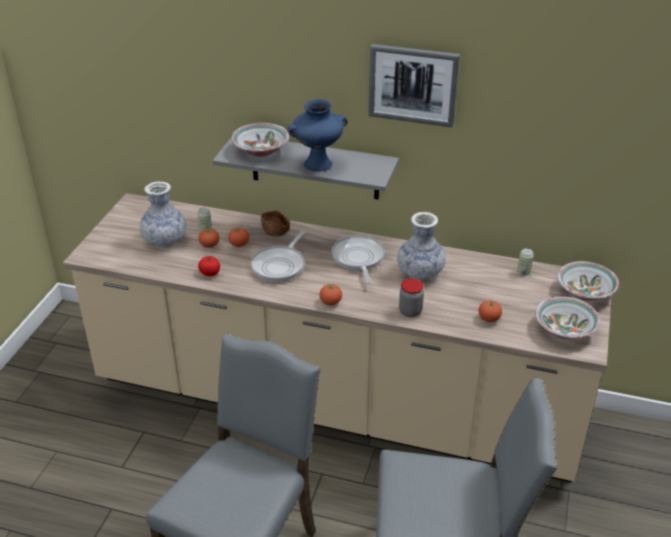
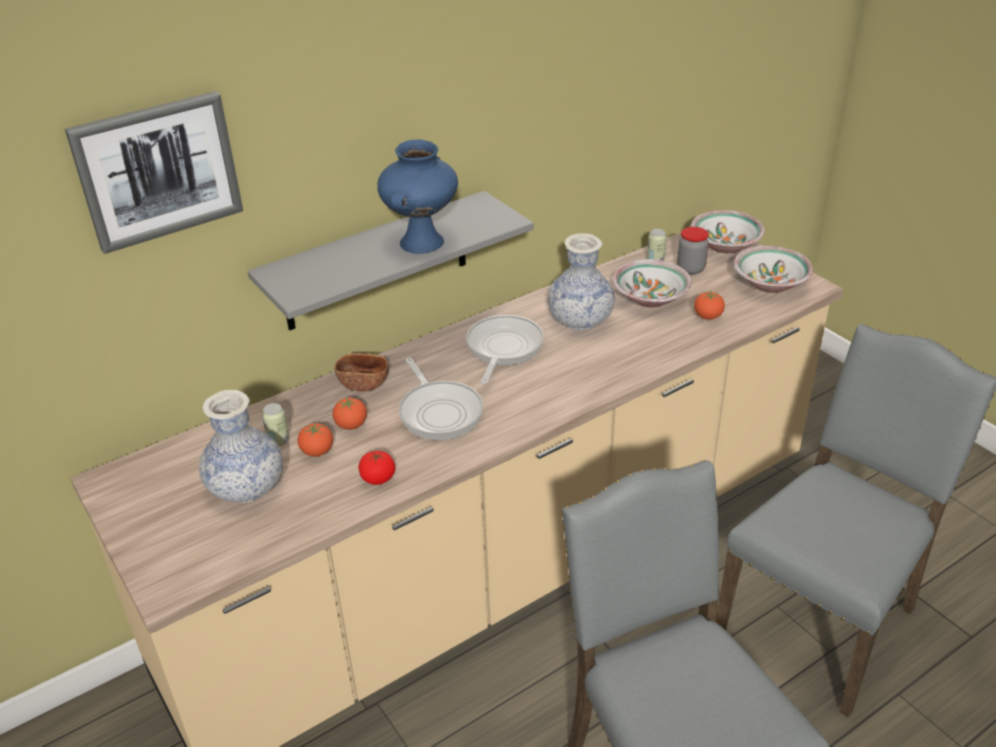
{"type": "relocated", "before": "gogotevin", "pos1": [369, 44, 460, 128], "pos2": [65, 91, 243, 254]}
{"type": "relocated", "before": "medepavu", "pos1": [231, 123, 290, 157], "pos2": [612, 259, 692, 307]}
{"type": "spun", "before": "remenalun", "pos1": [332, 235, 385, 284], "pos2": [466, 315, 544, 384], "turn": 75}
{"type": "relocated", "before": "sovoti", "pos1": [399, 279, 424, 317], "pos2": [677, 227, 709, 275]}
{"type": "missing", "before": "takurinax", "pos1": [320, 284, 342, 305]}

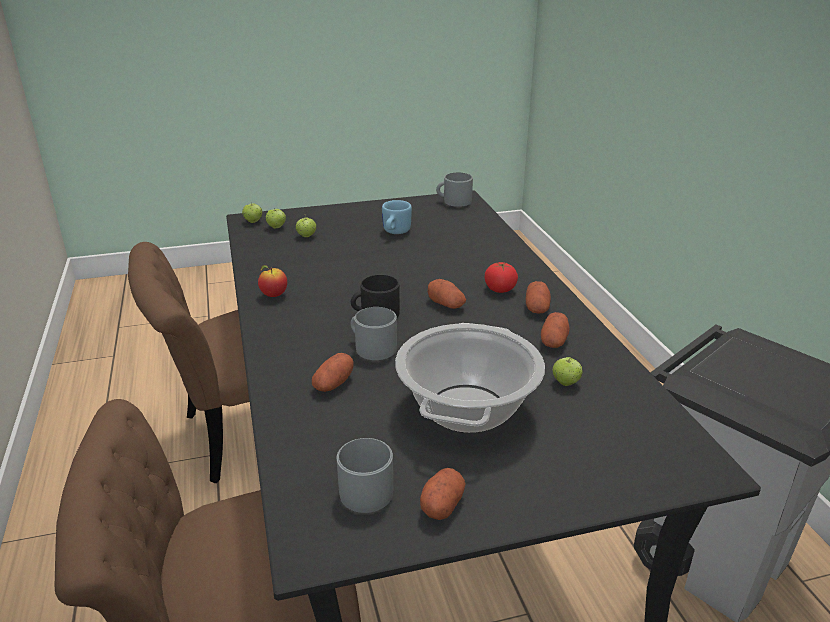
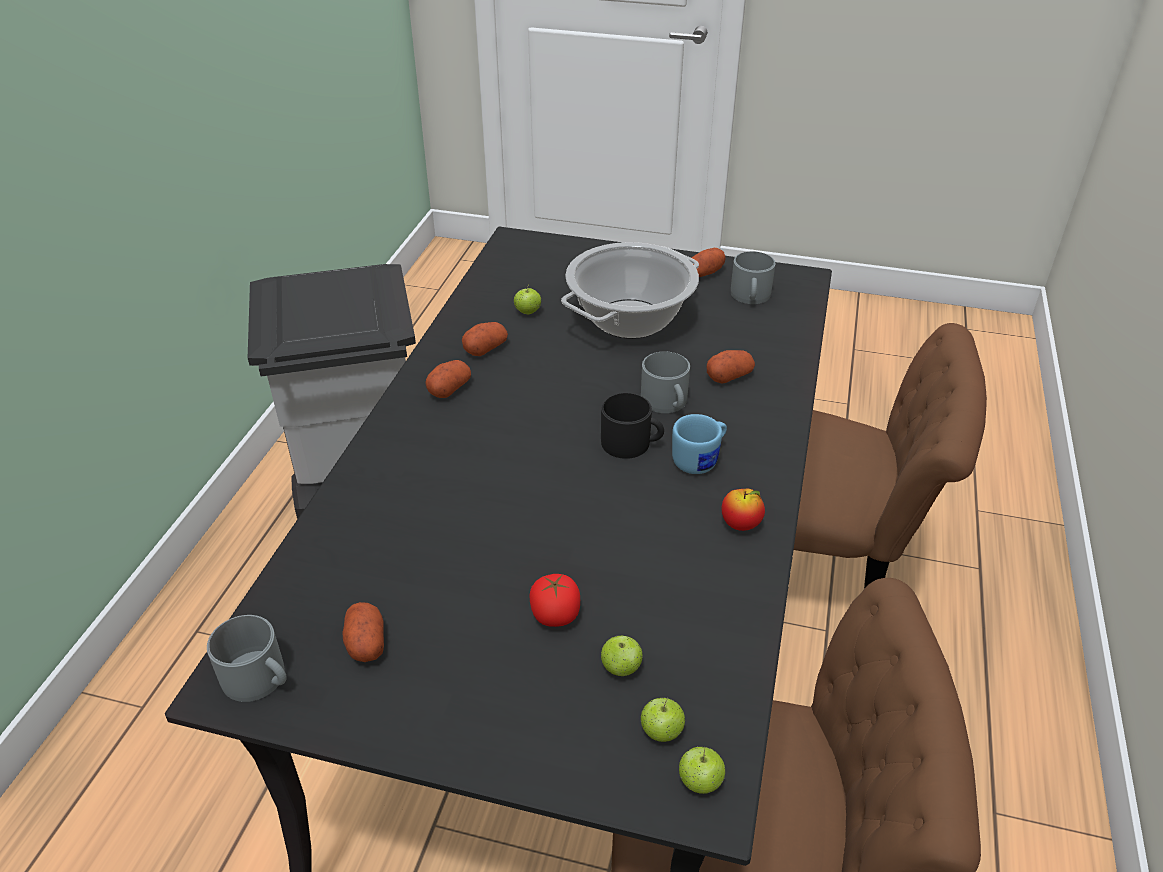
{"type": "relocated", "before": "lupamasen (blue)", "pos1": [382, 200, 412, 234], "pos2": [672, 414, 727, 474]}
{"type": "relocated", "before": "takurinax", "pos1": [485, 262, 518, 293], "pos2": [530, 574, 580, 627]}
{"type": "relocated", "before": "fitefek", "pos1": [428, 279, 466, 309], "pos2": [342, 602, 384, 662]}

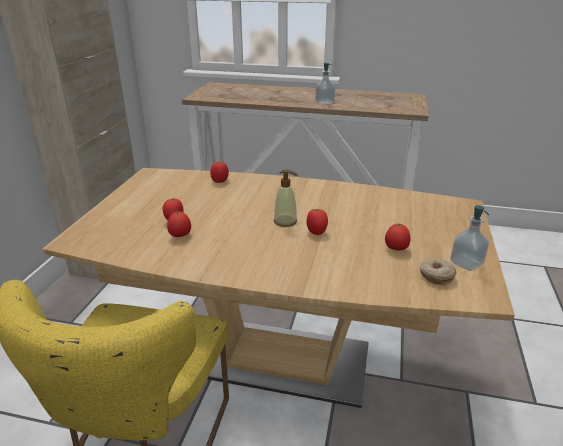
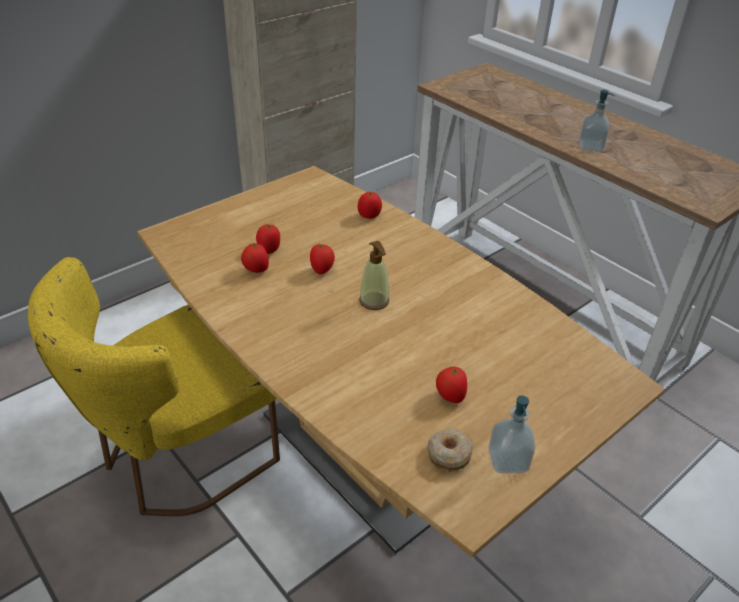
{"type": "relocated", "before": "takurinax", "pos1": [307, 209, 328, 235], "pos2": [310, 243, 335, 275]}

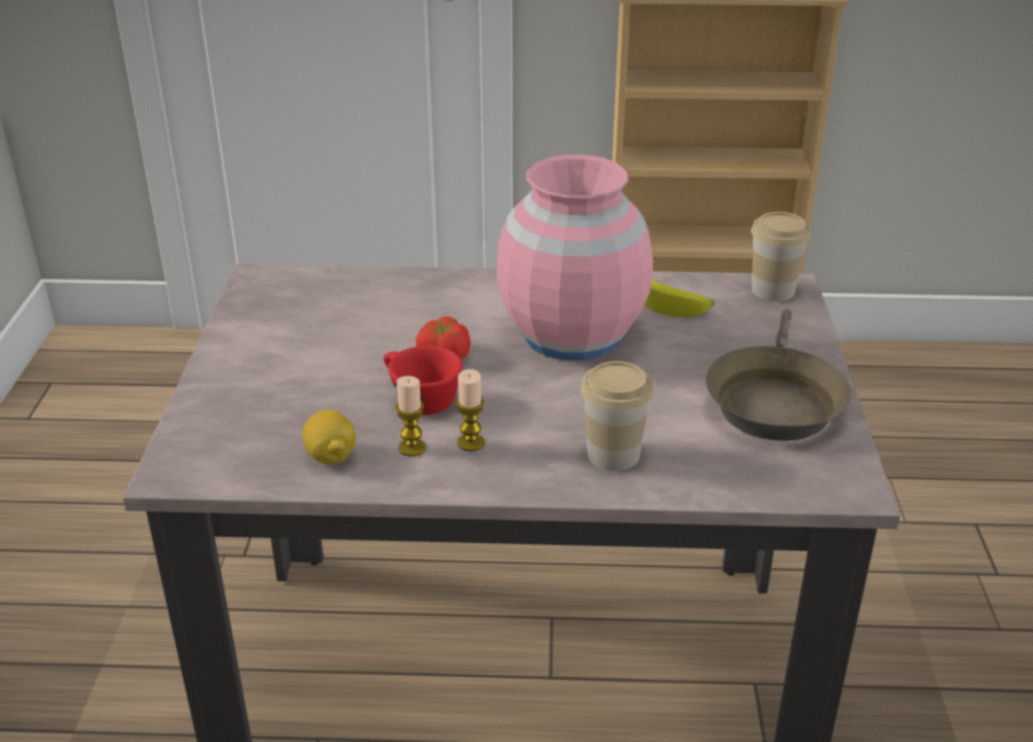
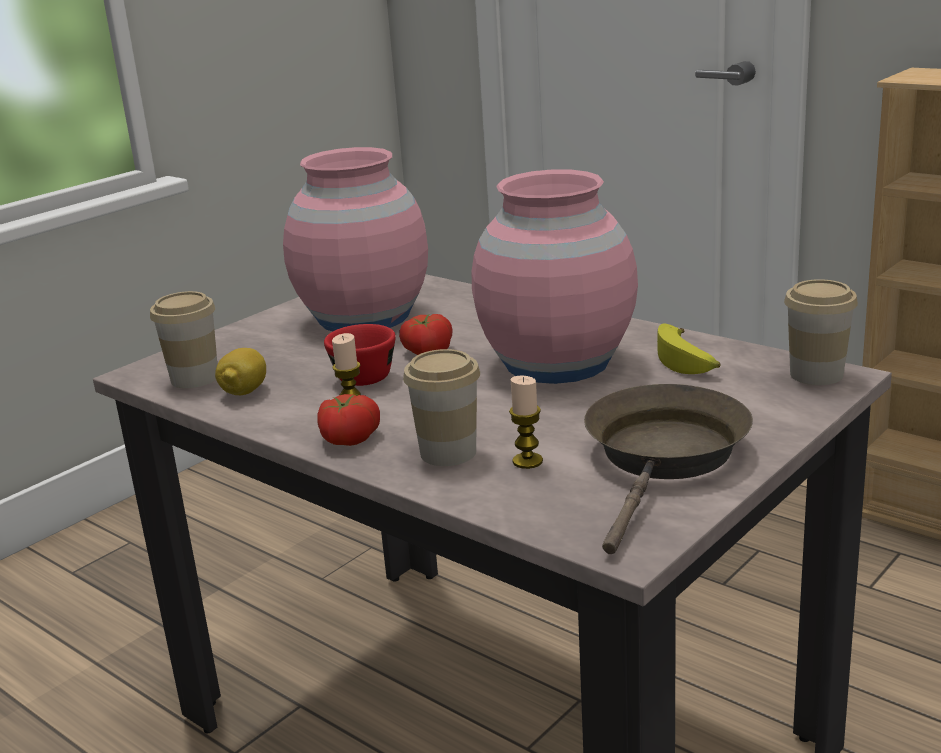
{"type": "spun", "before": "remenalun (brown)", "pos1": [706, 309, 852, 441], "pos2": [584, 384, 753, 554], "turn": 150}
{"type": "relocated", "before": "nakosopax", "pos1": [396, 376, 426, 457], "pos2": [509, 376, 543, 469]}
{"type": "appeared", "after": "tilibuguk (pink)", "pos2": [283, 147, 428, 331]}
{"type": "appeared", "after": "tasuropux", "pos2": [150, 291, 217, 388]}
{"type": "appeared", "after": "takurinax", "pos2": [317, 394, 380, 446]}

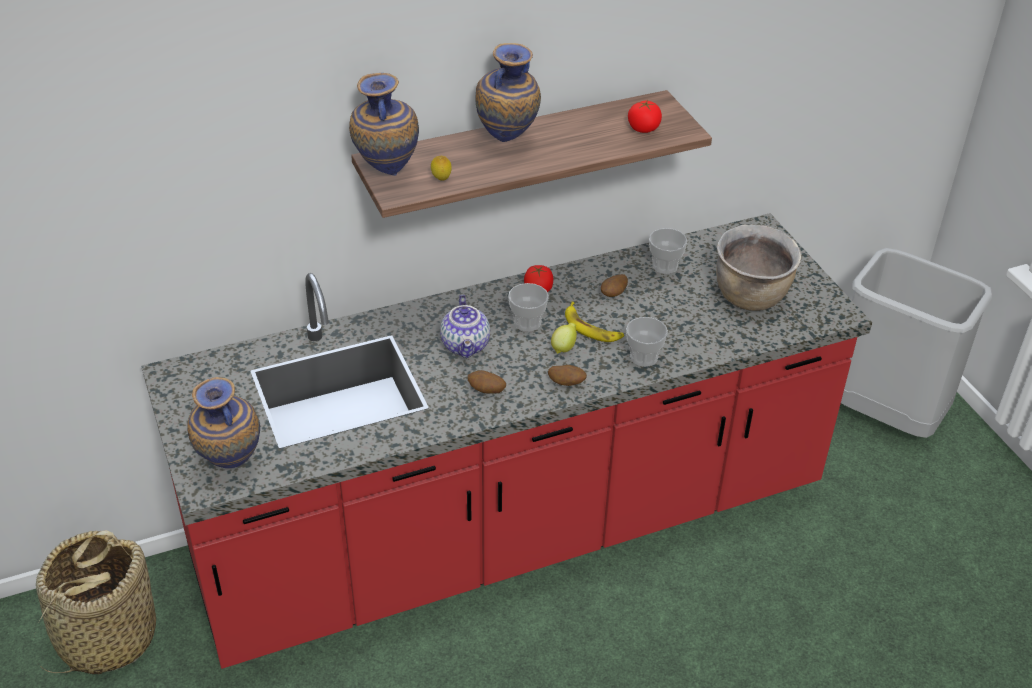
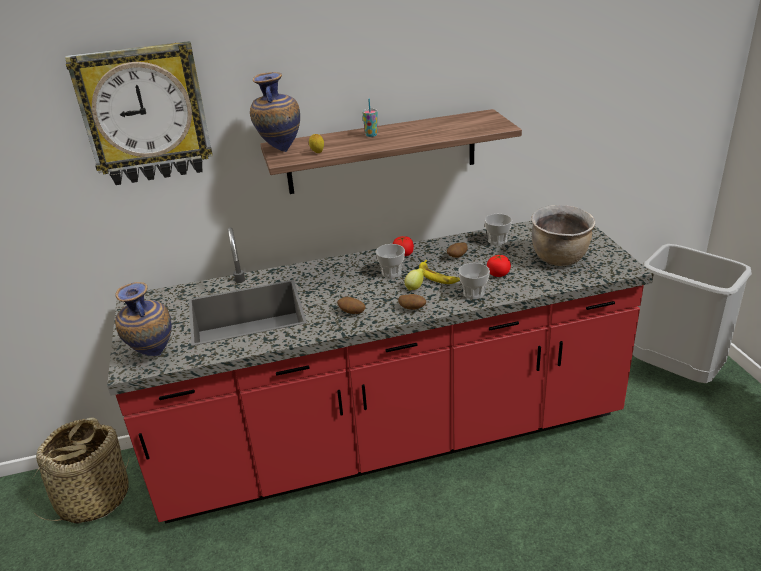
{"type": "exchanged", "before": "tilibuguk", "after": "tasuropux", "pos1": [475, 43, 541, 142], "pos2": [362, 99, 378, 137]}
{"type": "relocated", "before": "takurinax", "pos1": [628, 100, 662, 133], "pos2": [487, 254, 511, 277]}
{"type": "missing", "before": "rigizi", "pos1": [440, 294, 490, 358]}
{"type": "appeared", "after": "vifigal", "pos2": [65, 41, 213, 185]}

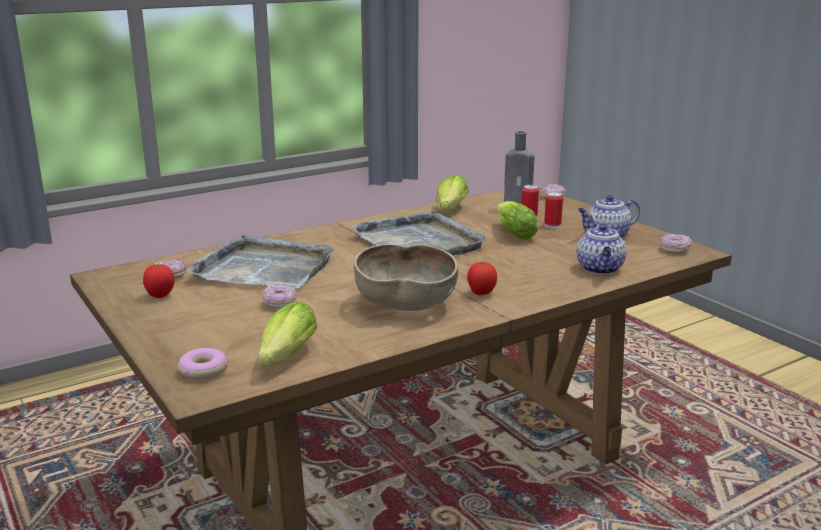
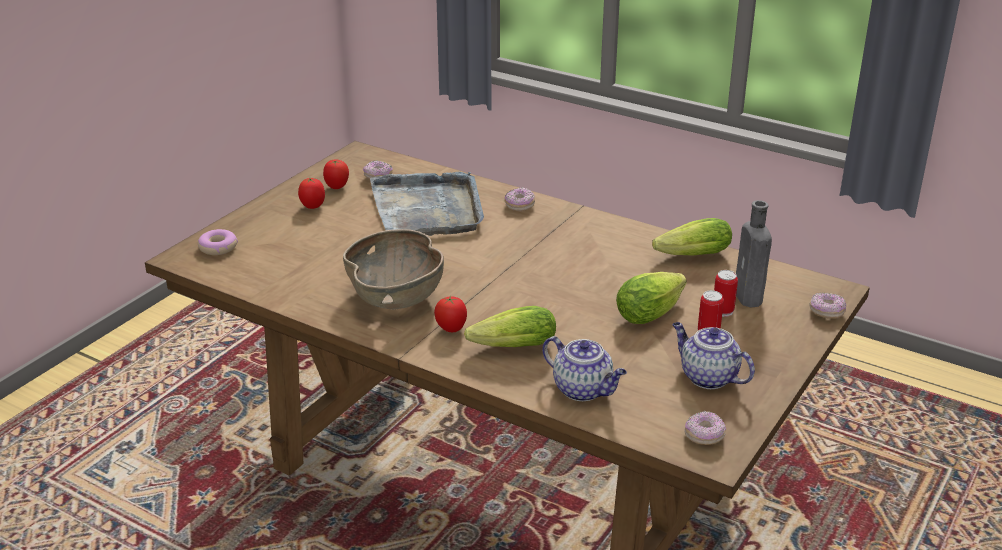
{"type": "missing", "before": "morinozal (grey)", "pos1": [352, 210, 485, 255]}
{"type": "spun", "before": "rigizi", "pos1": [577, 223, 627, 274], "pos2": [543, 336, 627, 401], "turn": -120}
{"type": "relocated", "before": "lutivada", "pos1": [263, 284, 297, 309], "pos2": [505, 187, 535, 211]}
{"type": "relocated", "before": "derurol", "pos1": [258, 302, 317, 366], "pos2": [464, 306, 556, 347]}
{"type": "appeared", "after": "takurinax", "pos2": [298, 178, 325, 209]}

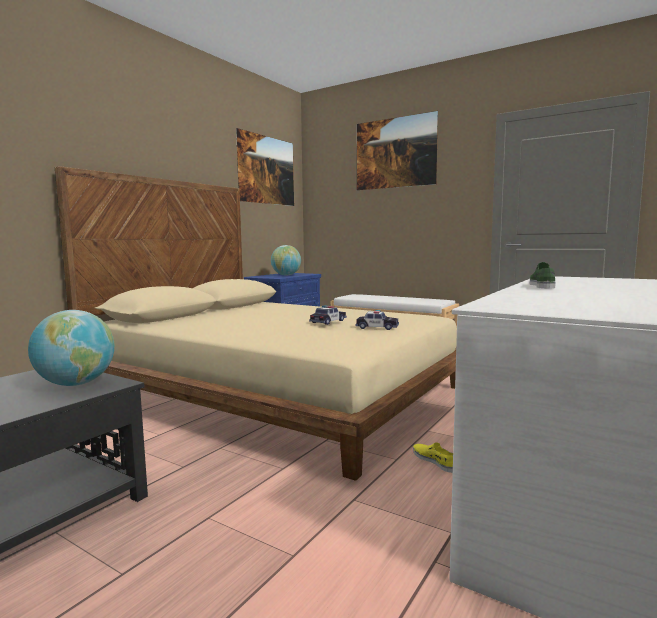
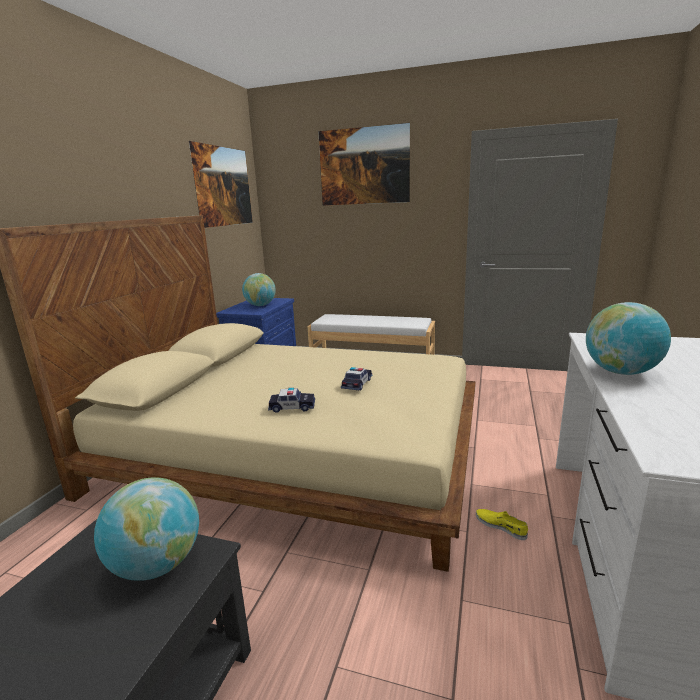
{"type": "exchanged", "before": "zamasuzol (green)", "after": "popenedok", "pos1": [530, 262, 556, 289], "pos2": [586, 302, 671, 375]}
{"type": "relocated", "before": "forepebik", "pos1": [356, 310, 399, 330], "pos2": [268, 388, 315, 413]}

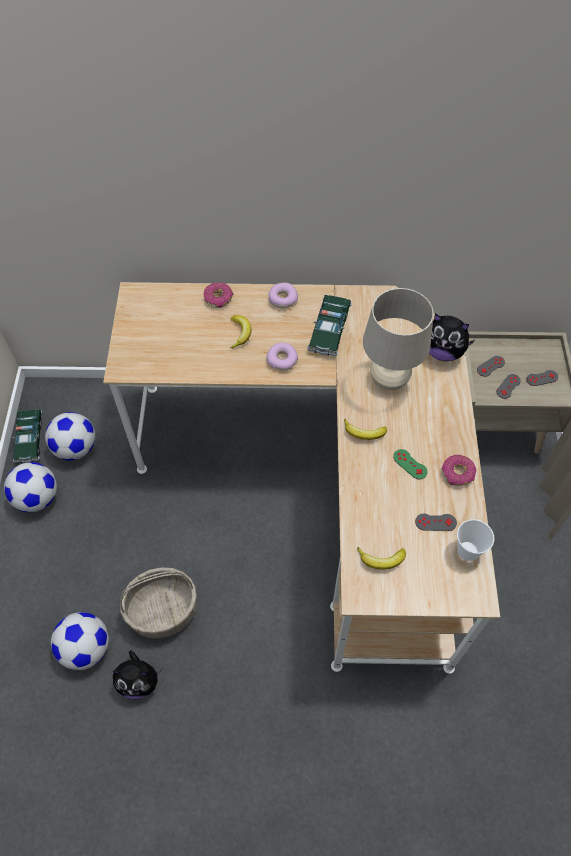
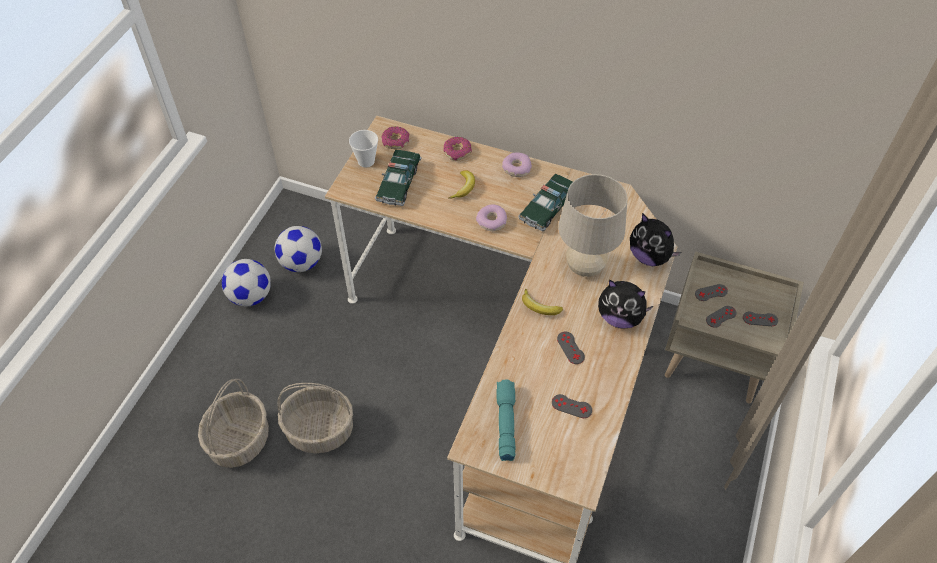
{"type": "relocated", "before": "forepebik", "pos1": [12, 410, 42, 463], "pos2": [375, 150, 422, 206]}
{"type": "colour", "before": "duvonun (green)", "after": "duvonun (grey)", "pos1": [393, 449, 428, 479], "pos2": [557, 332, 585, 364]}
{"type": "relocated", "before": "lutivada", "pos1": [442, 455, 476, 486], "pos2": [381, 127, 409, 150]}
{"type": "relocated", "before": "tasuropux", "pos1": [457, 519, 494, 561], "pos2": [349, 130, 378, 168]}
{"type": "exchanged", "before": "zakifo", "after": "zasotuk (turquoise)", "pos1": [357, 547, 406, 570], "pos2": [496, 380, 516, 461]}
{"type": "exchanged", "before": "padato", "after": "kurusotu", "pos1": [51, 612, 109, 670], "pos2": [198, 379, 269, 468]}
{"type": "relocated", "before": "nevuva", "pos1": [112, 650, 163, 699], "pos2": [598, 280, 653, 329]}

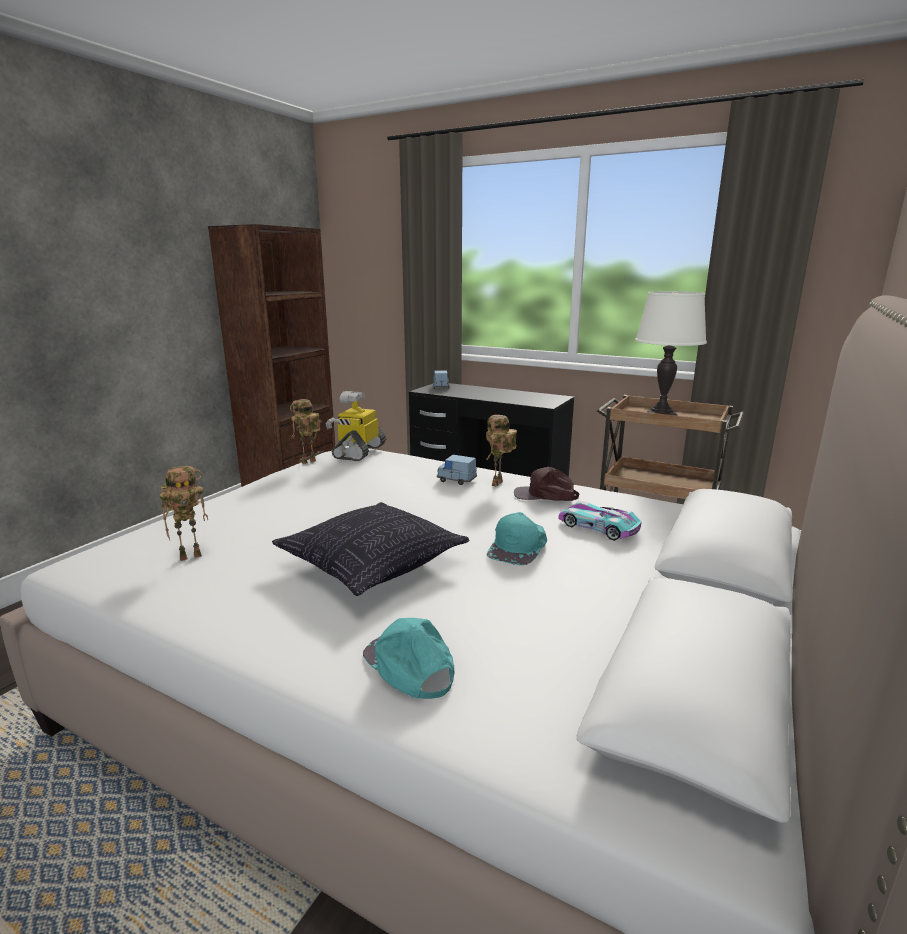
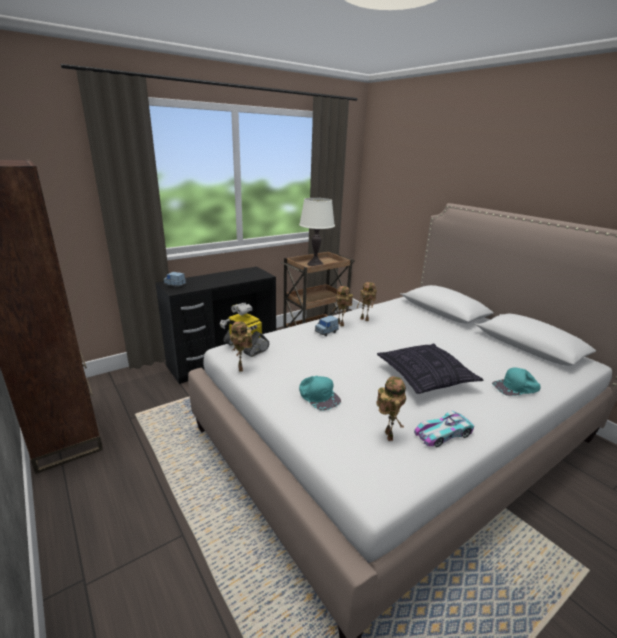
{"type": "exchanged", "before": "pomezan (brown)", "after": "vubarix", "pos1": [514, 467, 579, 501], "pos2": [357, 282, 377, 321]}
{"type": "relocated", "before": "forepebik", "pos1": [558, 502, 642, 541], "pos2": [414, 410, 474, 447]}
{"type": "relocated", "before": "pomezan (turquoise)", "pos1": [487, 512, 547, 565], "pos2": [299, 376, 341, 411]}

